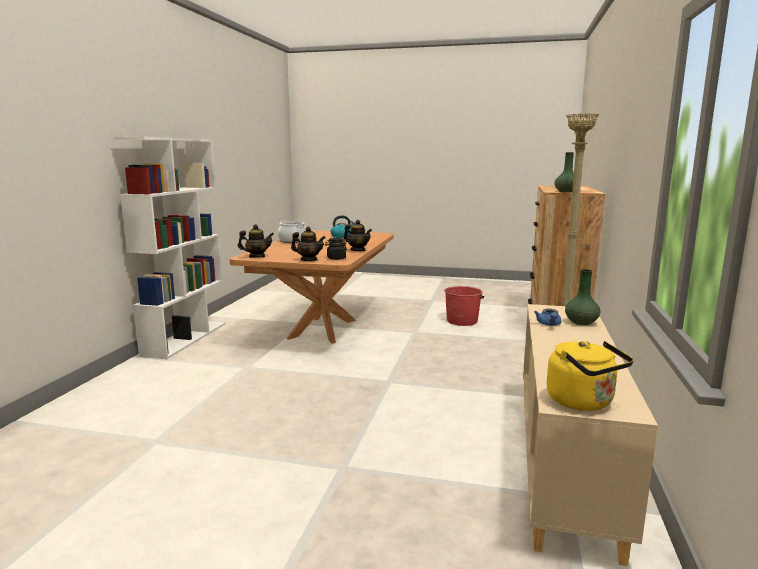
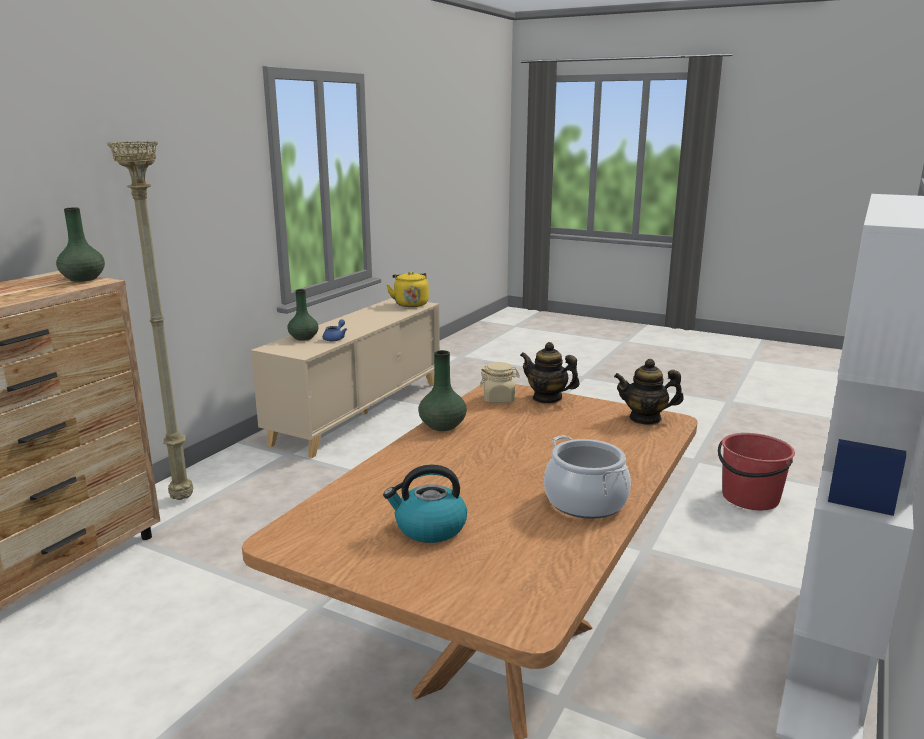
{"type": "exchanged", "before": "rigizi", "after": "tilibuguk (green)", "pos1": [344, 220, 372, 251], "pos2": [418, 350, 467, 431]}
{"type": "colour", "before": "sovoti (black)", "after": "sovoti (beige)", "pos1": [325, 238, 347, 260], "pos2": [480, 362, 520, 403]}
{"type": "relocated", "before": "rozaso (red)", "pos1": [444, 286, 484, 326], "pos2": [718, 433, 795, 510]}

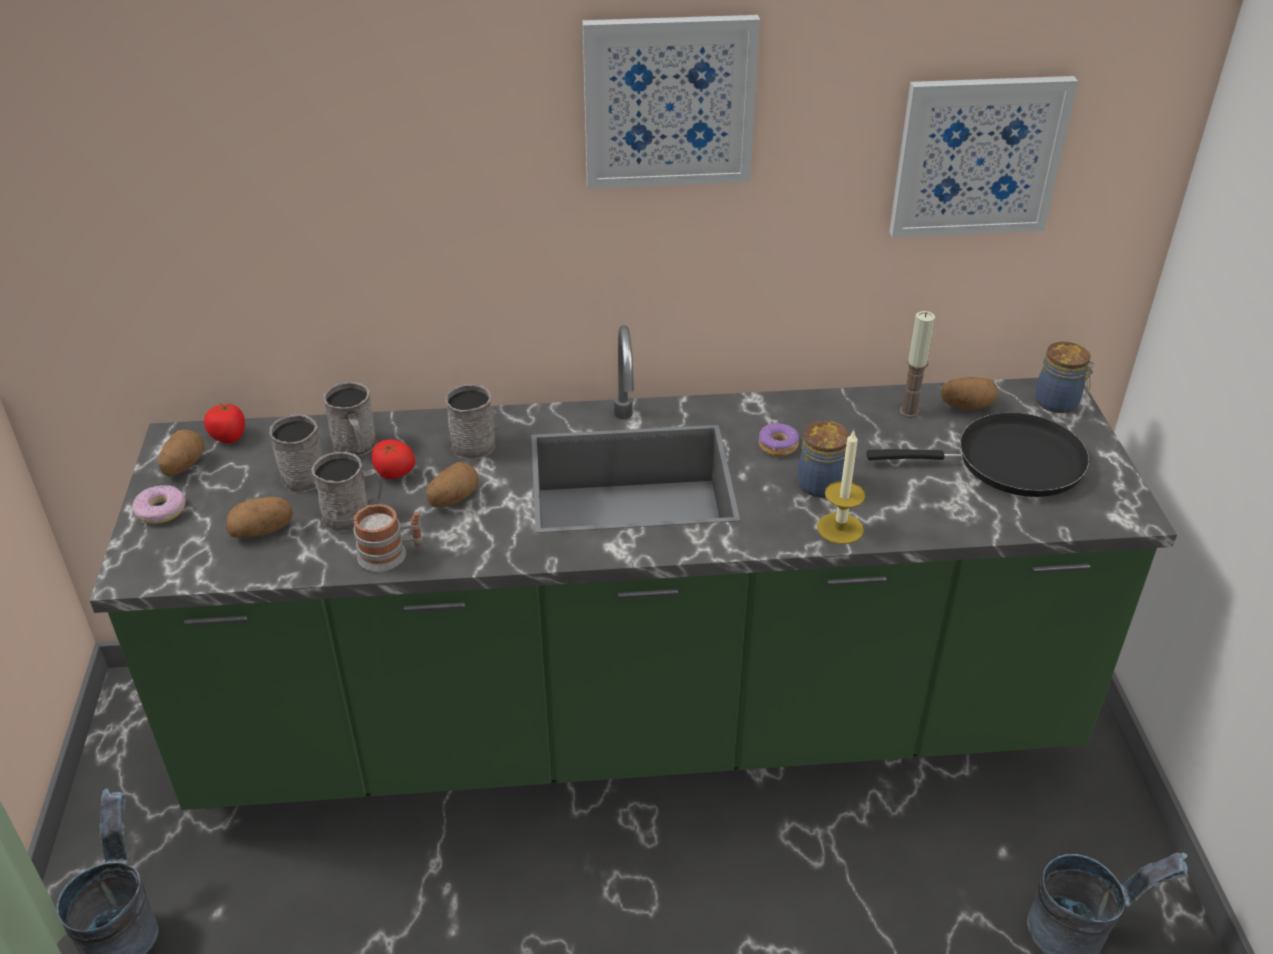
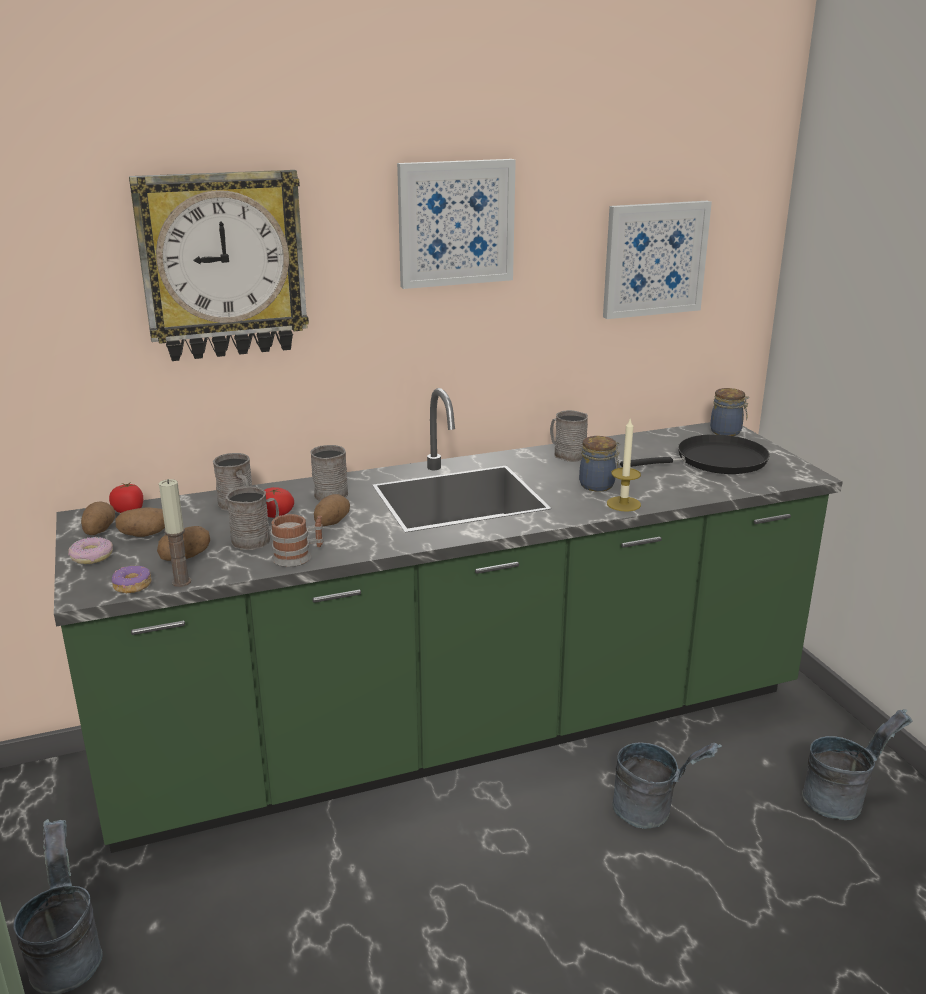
{"type": "relocated", "before": "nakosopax", "pos1": [899, 311, 935, 418], "pos2": [159, 479, 191, 587]}
{"type": "relocated", "before": "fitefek", "pos1": [941, 377, 998, 410], "pos2": [115, 507, 165, 537]}
{"type": "relocated", "before": "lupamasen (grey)", "pos1": [269, 414, 323, 492], "pos2": [550, 410, 588, 462]}
{"type": "relocated", "before": "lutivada", "pos1": [759, 423, 799, 456], "pos2": [112, 566, 152, 593]}
{"type": "appeared", "after": "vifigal", "pos2": [129, 170, 309, 361]}
{"type": "appeared", "after": "rozaso (grey)", "pos2": [612, 742, 722, 829]}

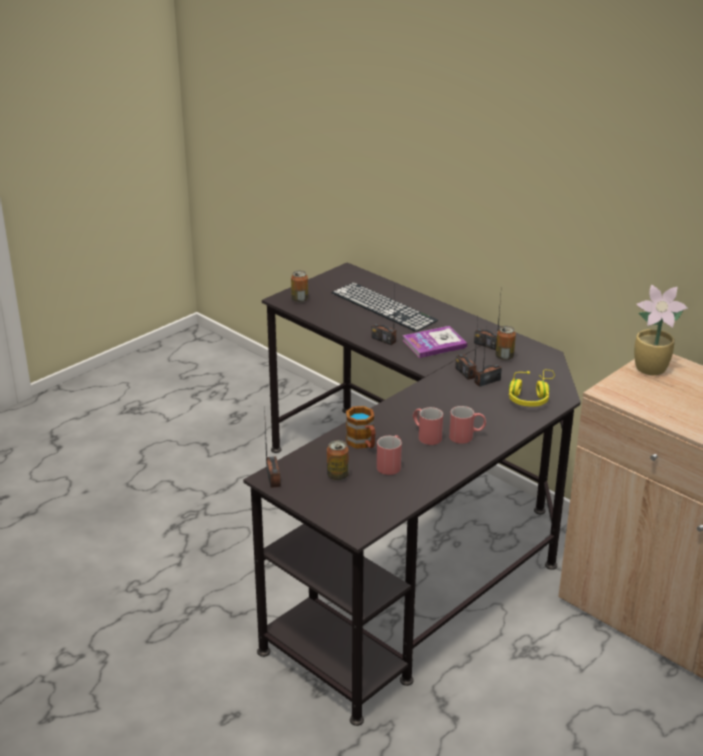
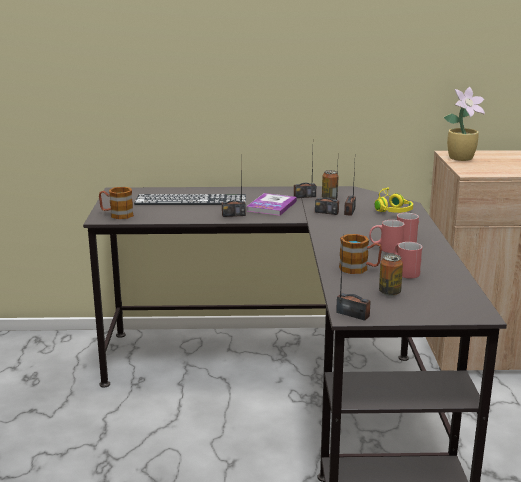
{"type": "exchanged", "before": "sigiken", "after": "lupamasen", "pos1": [291, 271, 308, 303], "pos2": [99, 187, 134, 219]}

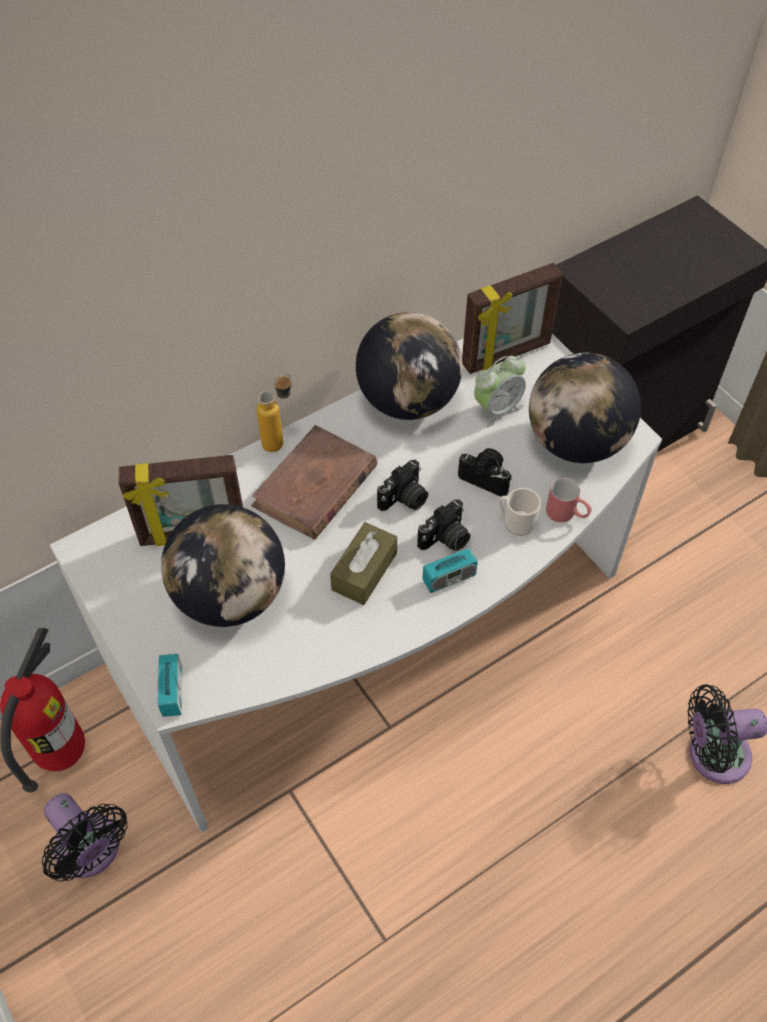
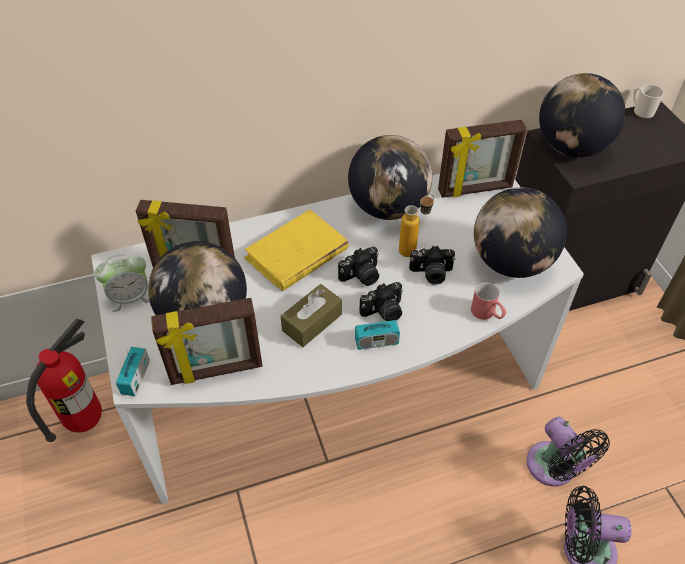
{"type": "relocated", "before": "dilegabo", "pos1": [474, 356, 526, 427], "pos2": [95, 254, 150, 312]}
{"type": "relocated", "before": "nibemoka", "pos1": [256, 374, 291, 452], "pos2": [399, 194, 434, 257]}
{"type": "colour", "before": "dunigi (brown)", "after": "dunigi (yellow)", "pos1": [251, 425, 378, 540], "pos2": [244, 210, 349, 291]}
{"type": "spun", "before": "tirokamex", "pos1": [458, 448, 512, 497], "pos2": [409, 246, 455, 285], "turn": 135}
{"type": "relocated", "before": "lupamasen", "pos1": [499, 488, 541, 536], "pos2": [633, 84, 664, 119]}
{"type": "relocated", "before": "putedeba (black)", "pos1": [42, 793, 128, 882], "pos2": [527, 417, 610, 486]}
{"type": "appeared", "after": "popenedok", "pos2": [539, 73, 626, 157]}
{"type": "appeared", "after": "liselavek", "pos2": [151, 298, 263, 385]}

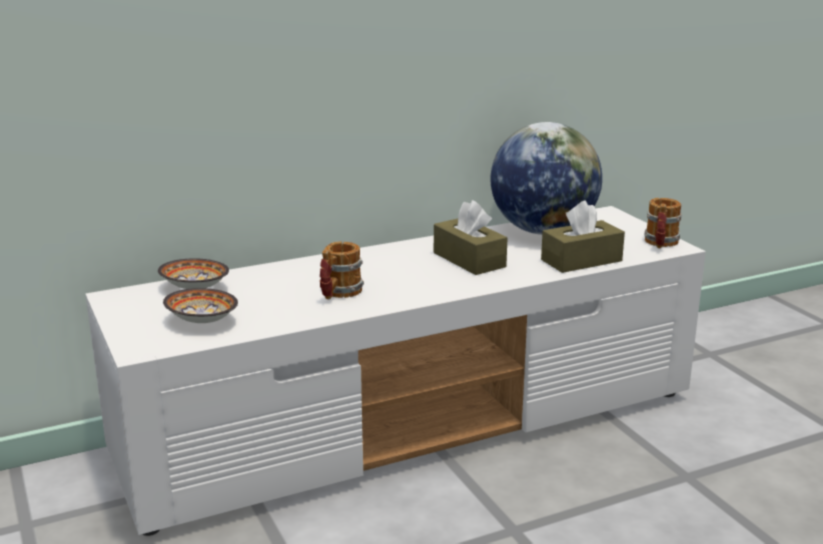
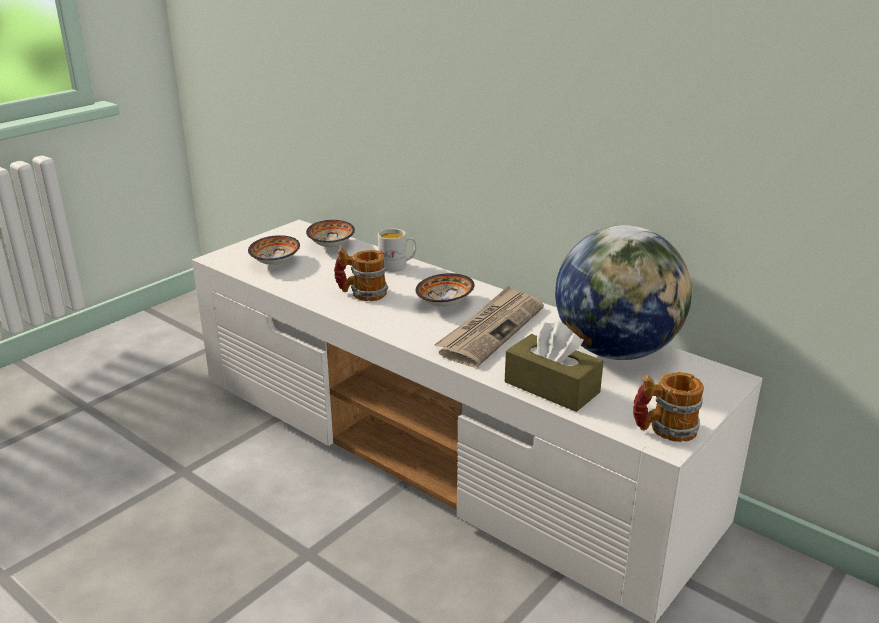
{"type": "exchanged", "before": "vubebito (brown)", "after": "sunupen", "pos1": [434, 200, 508, 275], "pos2": [434, 286, 544, 367]}
{"type": "appeared", "after": "lupamasen (white)", "pos2": [378, 228, 417, 272]}
{"type": "appeared", "after": "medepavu", "pos2": [416, 273, 474, 307]}

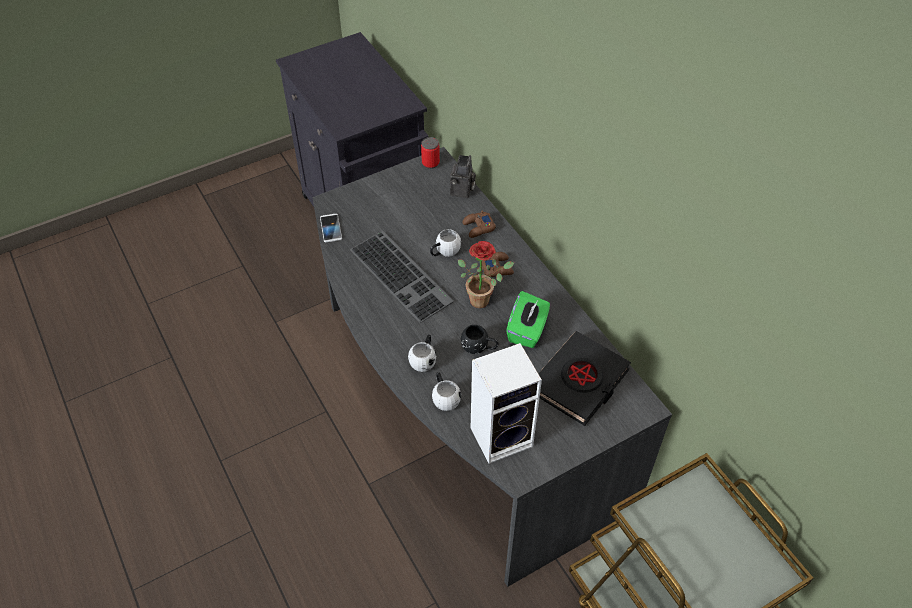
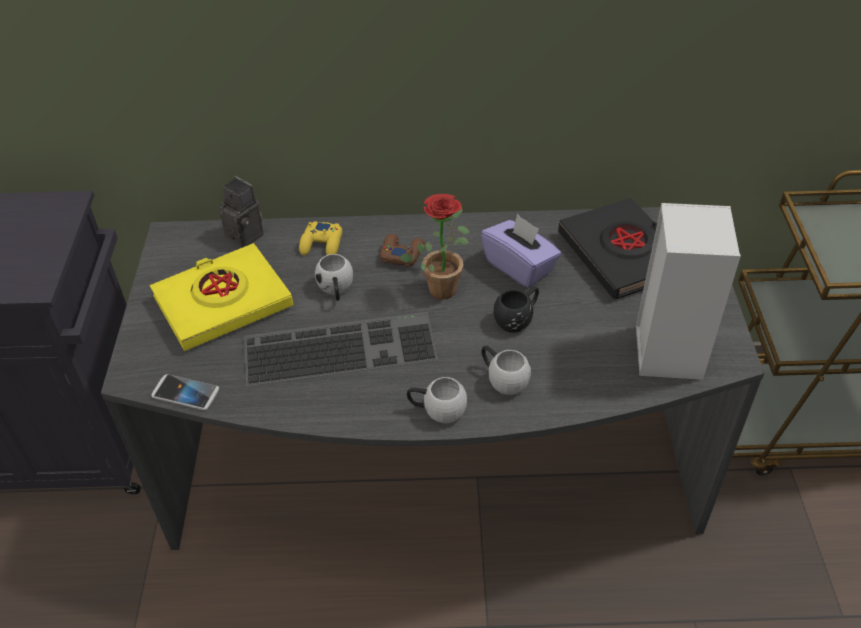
{"type": "missing", "before": "sigiken", "pos1": [421, 137, 440, 169]}
{"type": "colour", "before": "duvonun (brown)", "after": "duvonun (yellow)", "pos1": [462, 210, 496, 238], "pos2": [299, 221, 342, 255]}
{"type": "colour", "before": "vubebito (green)", "after": "vubebito (purple)", "pos1": [506, 291, 550, 348], "pos2": [481, 214, 561, 288]}
{"type": "relocated", "before": "lupamasen (white)", "pos1": [432, 372, 461, 411], "pos2": [407, 377, 467, 424]}
{"type": "appeared", "after": "dunigi (yellow)", "pos2": [150, 243, 293, 351]}

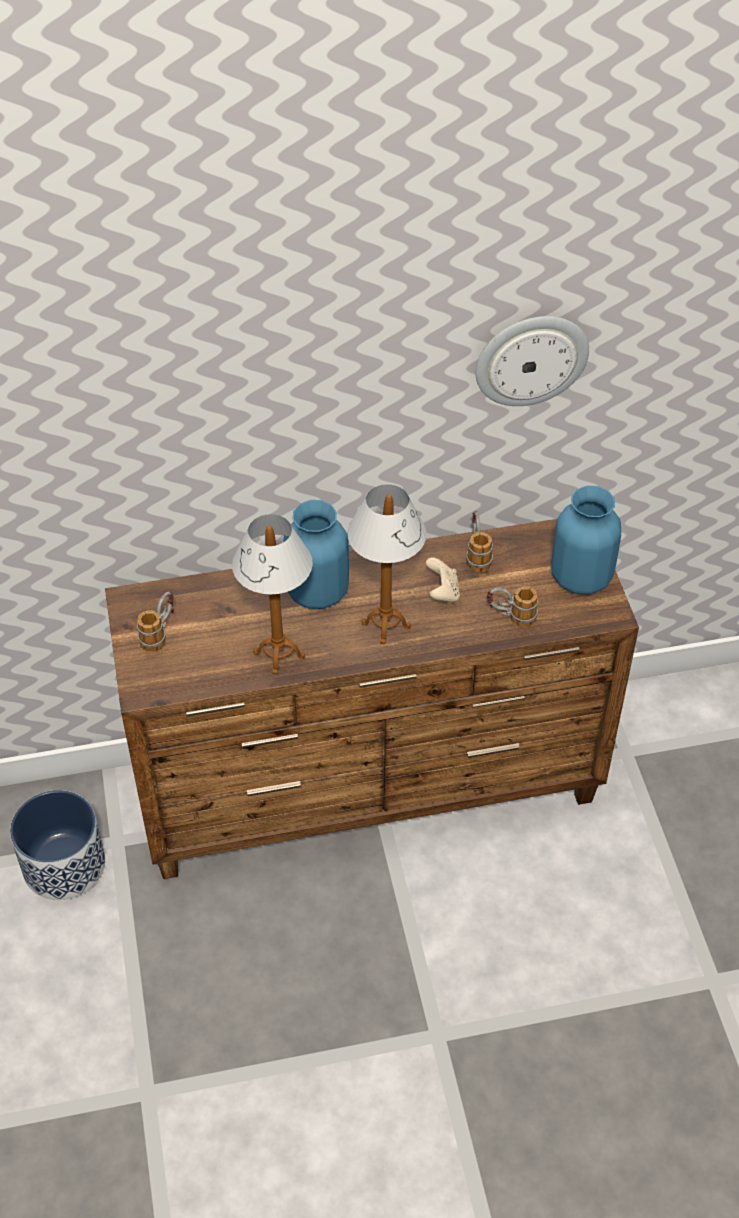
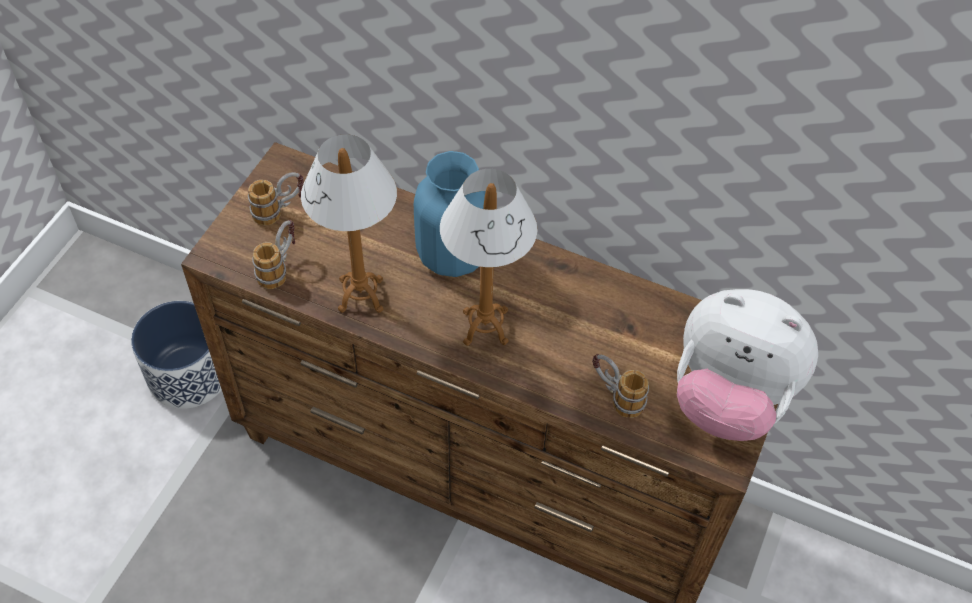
{"type": "missing", "before": "vifigal", "pos1": [475, 316, 589, 406]}
{"type": "exchanged", "before": "tilibuguk (blue)", "after": "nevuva", "pos1": [551, 486, 621, 594], "pos2": [677, 289, 818, 441]}
{"type": "relocated", "before": "lupamasen", "pos1": [466, 511, 493, 572], "pos2": [252, 220, 295, 289]}
{"type": "missing", "before": "duvonun (beige)", "pos1": [426, 557, 460, 604]}

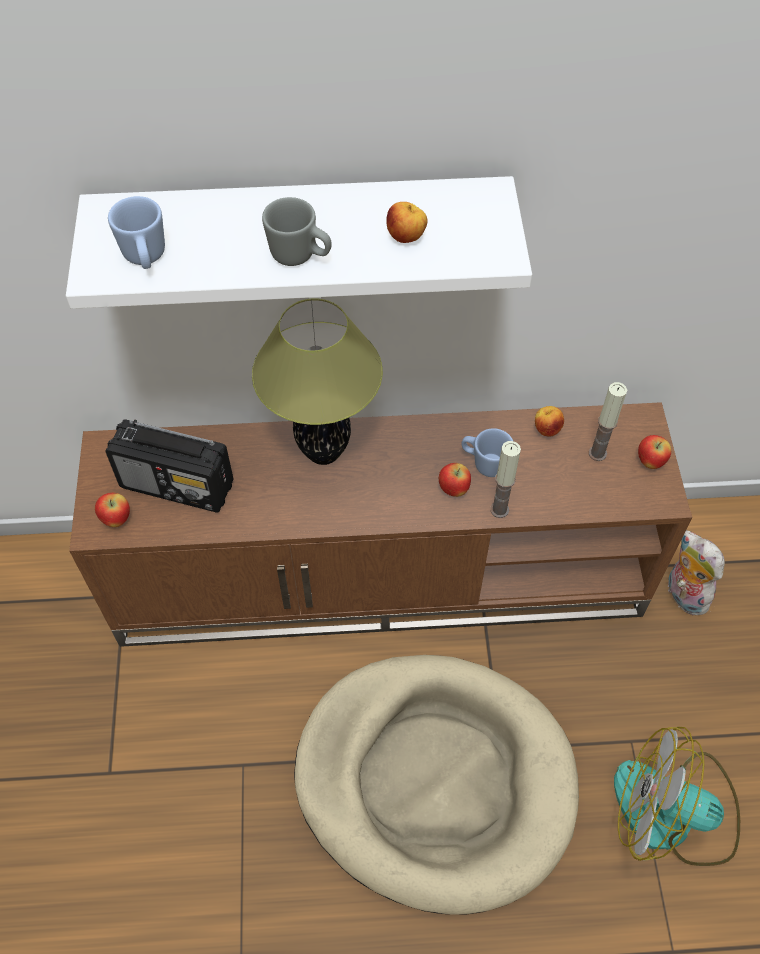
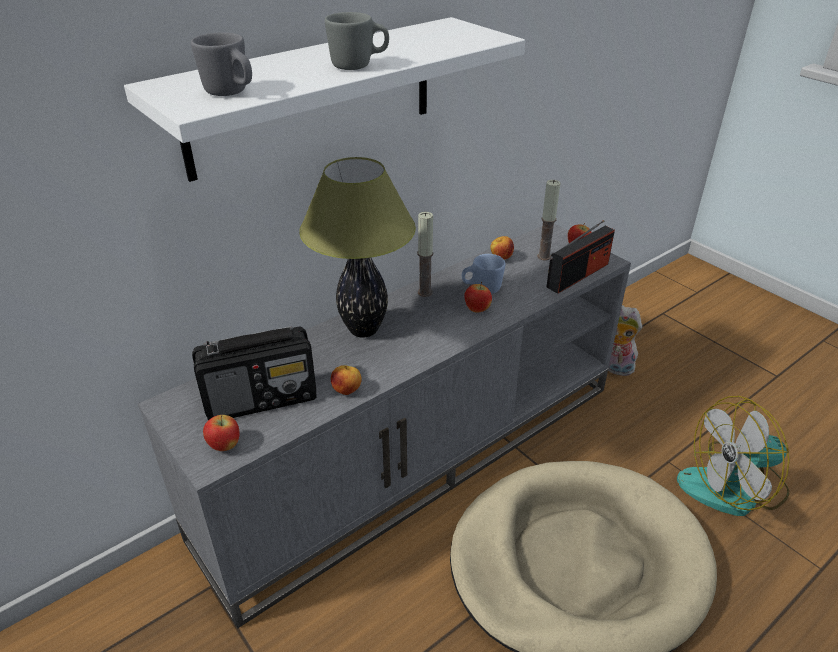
{"type": "colour", "before": "lupamasen (blue)", "after": "lupamasen (grey)", "pos1": [108, 196, 165, 269], "pos2": [191, 32, 252, 96]}
{"type": "relocated", "before": "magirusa", "pos1": [386, 202, 428, 243], "pos2": [331, 365, 362, 395]}
{"type": "colour", "before": "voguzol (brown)", "after": "voguzol (grey)", "pos1": [69, 402, 693, 647], "pos2": [138, 224, 631, 628]}
{"type": "relocated", "before": "nakosopax", "pos1": [490, 441, 521, 518], "pos2": [417, 212, 434, 297]}
{"type": "appeared", "after": "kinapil", "pos2": [546, 220, 615, 294]}

